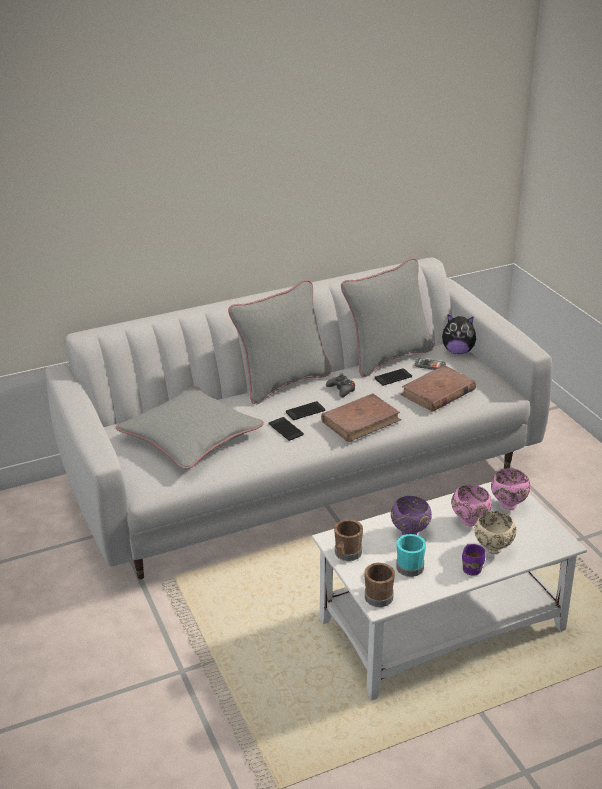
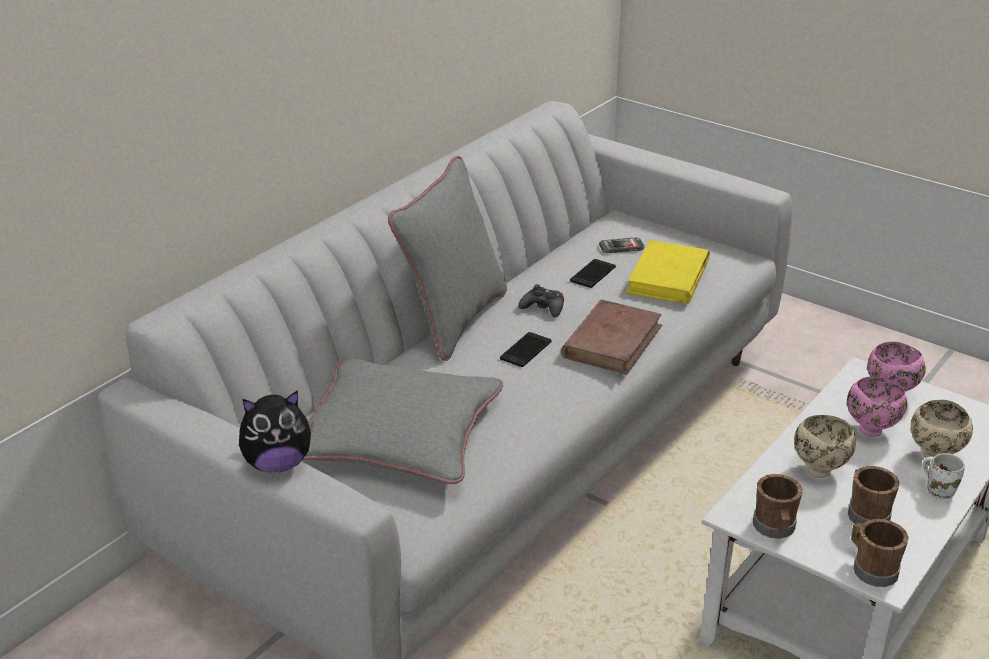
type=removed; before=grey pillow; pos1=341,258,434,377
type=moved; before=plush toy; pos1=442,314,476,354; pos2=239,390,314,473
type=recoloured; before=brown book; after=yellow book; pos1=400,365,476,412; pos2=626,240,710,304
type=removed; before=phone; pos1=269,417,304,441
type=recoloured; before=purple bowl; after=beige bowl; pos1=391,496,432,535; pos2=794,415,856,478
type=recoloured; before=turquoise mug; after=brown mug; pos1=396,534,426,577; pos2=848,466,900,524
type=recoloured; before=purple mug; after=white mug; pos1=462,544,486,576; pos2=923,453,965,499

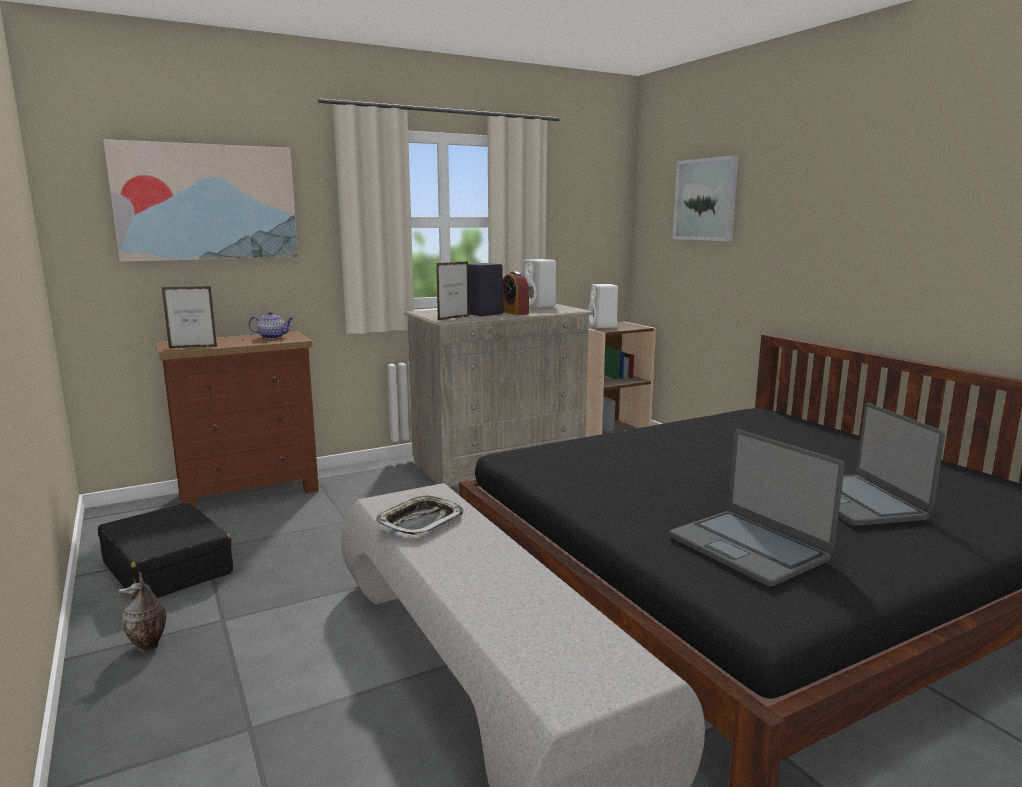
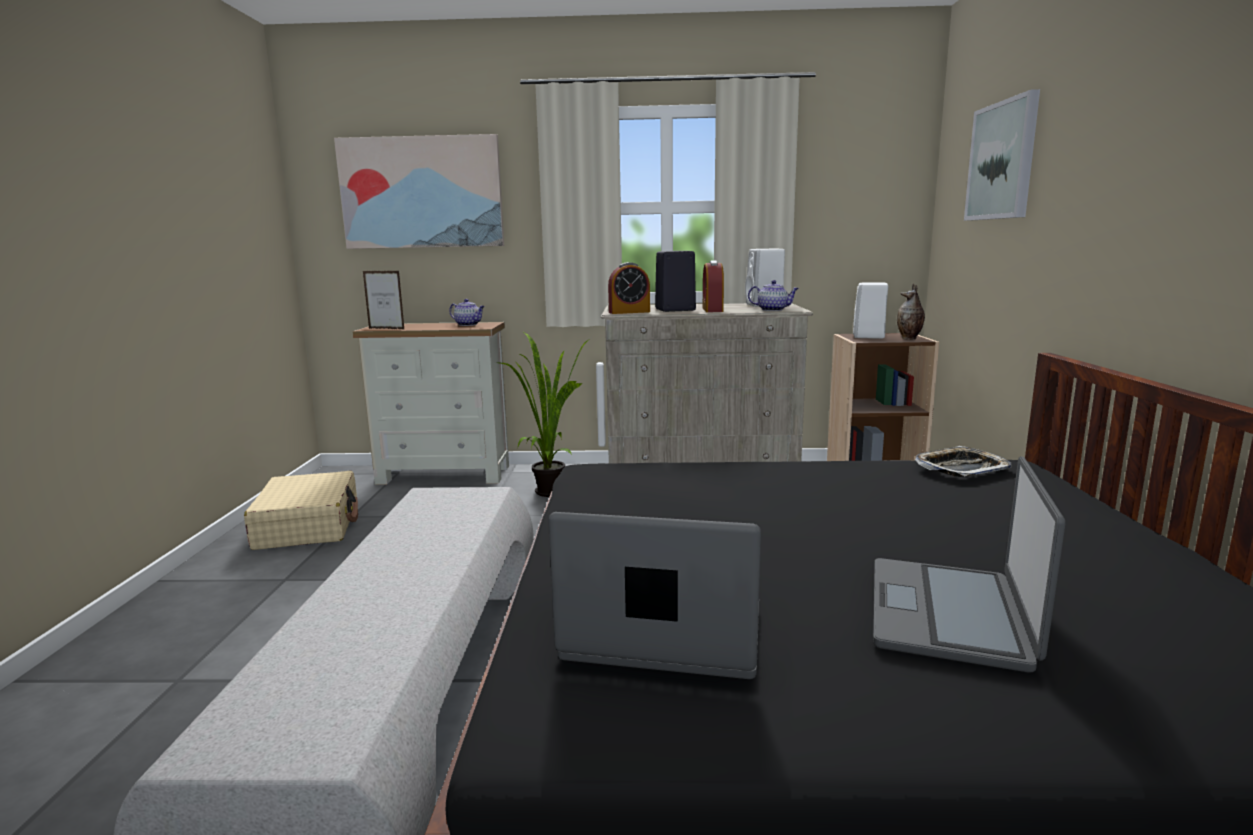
type=replaced; before=picture frame; after=alarm clock; pos1=436,261,469,320; pos2=608,262,650,314
type=recoloured; before=brown dresser; after=white dresser; pos1=156,332,319,509; pos2=352,322,509,485
type=turned; before=laptop; pos1=670,429,845,587; pos2=549,512,761,679; turn=105
type=moved; before=tray; pos1=376,495,463,536; pos2=915,446,1012,477
type=recoloured; before=black suitcase; after=beige suitcase; pos1=98,502,233,598; pos2=244,471,358,550
type=moved; before=vase; pos1=119,572,166,652; pos2=897,284,925,340
type=added; after=teapot; pos2=748,280,799,311
type=added; after=potted plant; pos2=500,332,590,497

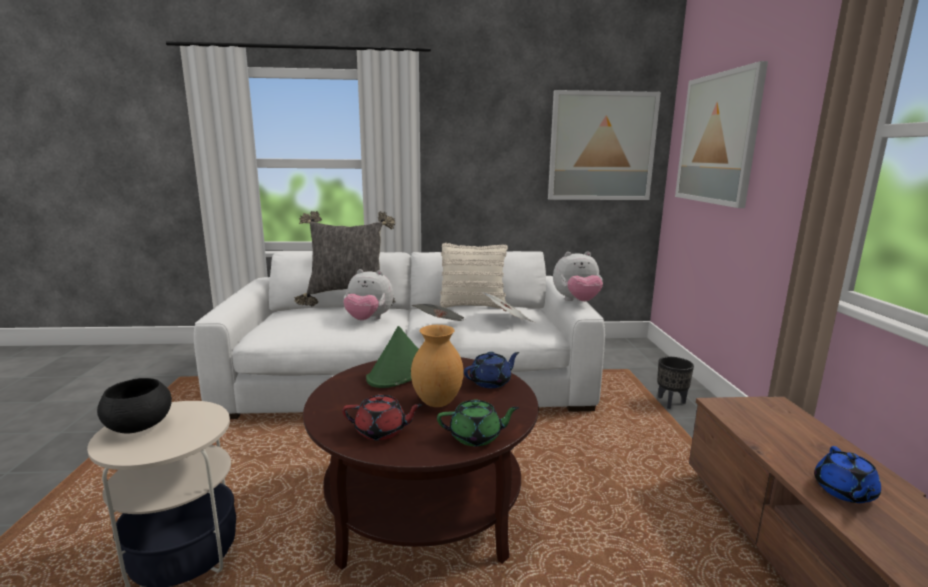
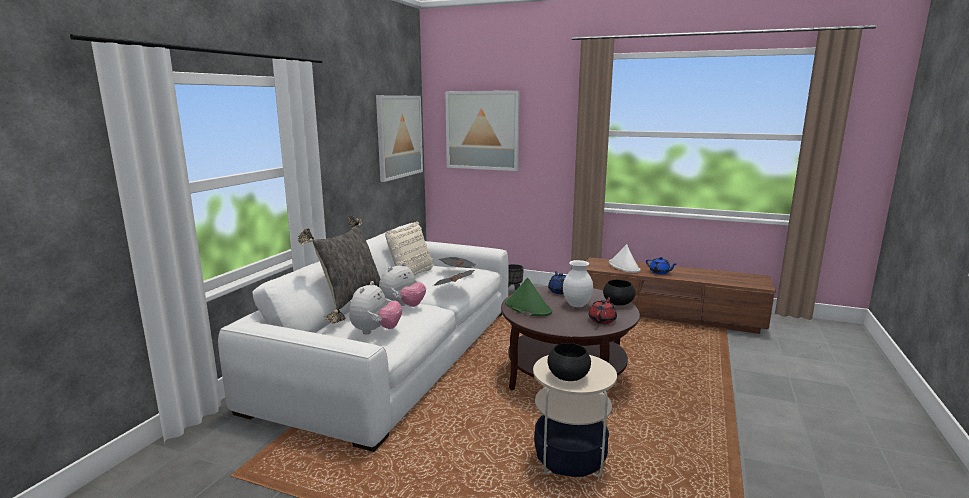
type=moved; before=plush toy; pos1=553,251,603,301; pos2=349,281,402,335
type=recoloured; before=brown vase; after=white vase; pos1=411,325,464,407; pos2=563,260,593,307
type=replaced; before=green teapot; after=black bowl; pos1=437,399,519,446; pos2=603,280,636,306
type=added; after=white hat; pos2=609,244,641,273

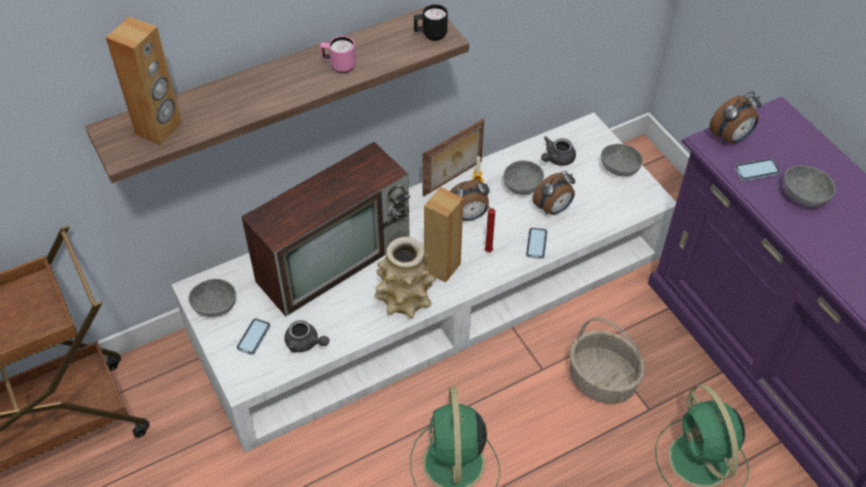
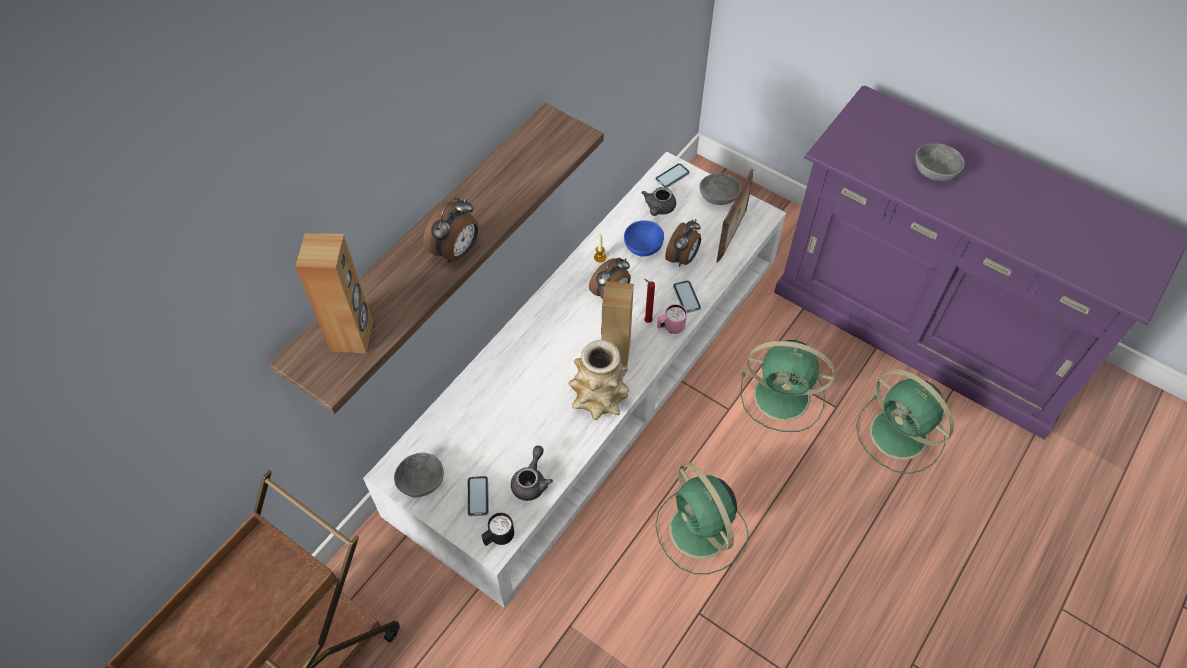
type=moved; before=black mug; pos1=414,4,448,41; pos2=482,513,514,546
type=moved; before=pink mug; pos1=320,36,356,73; pos2=657,304,687,334
type=moved; before=alarm clock; pos1=709,92,761,144; pos2=423,198,478,263
type=moved; before=picture frame; pos1=422,118,484,196; pos2=716,169,753,263
type=removed; before=television; pos1=241,142,410,317
type=moved; before=phone; pos1=735,158,780,181; pos2=655,163,690,188
type=recoloured; before=grey bowl; after=blue bowl; pos1=503,160,544,195; pos2=624,220,664,256
type=replaced; before=basket; after=green fan; pos1=570,317,645,404; pos2=741,340,835,432
type=turned; before=grey teapot; pos1=284,320,329,353; pos2=511,446,553,501; turn=-75

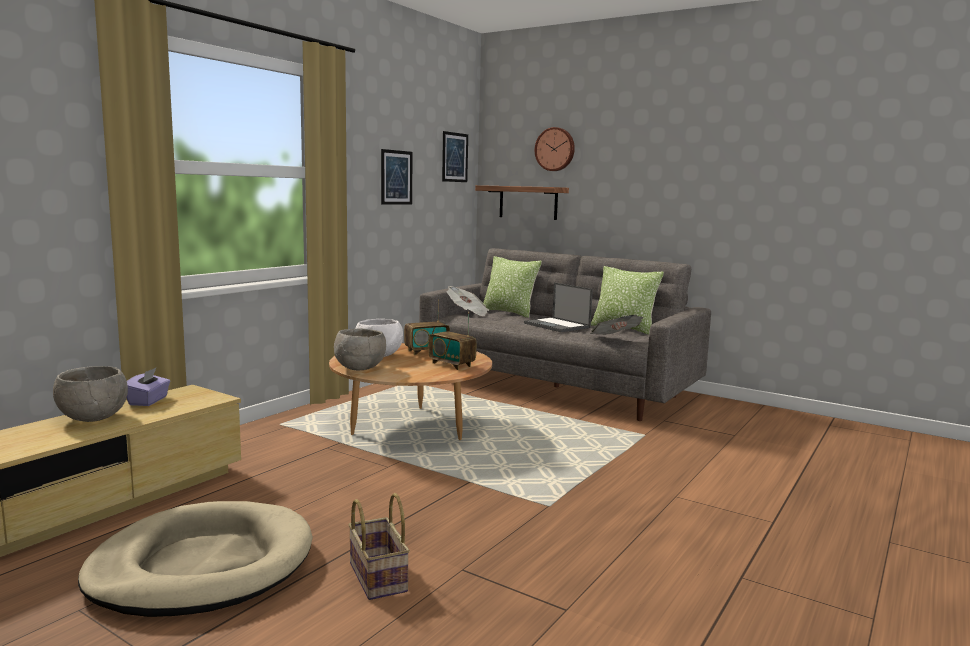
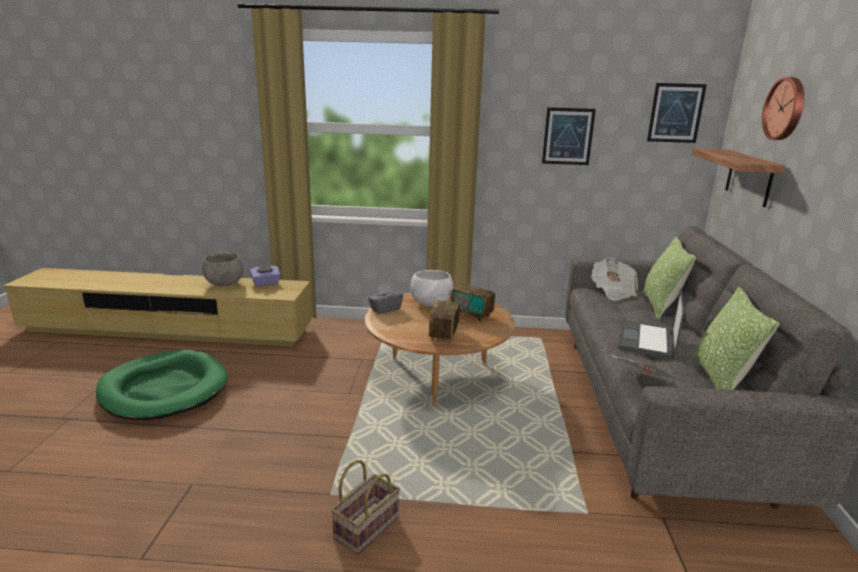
type=replaced; before=grey bowl; after=grey tissue box; pos1=334,329,386,370; pos2=368,285,403,314
type=moved; before=basket; pos1=348,493,410,600; pos2=331,460,400,555
type=recoloured; before=beige dog bed; after=green dog bed; pos1=78,501,313,617; pos2=96,350,228,420

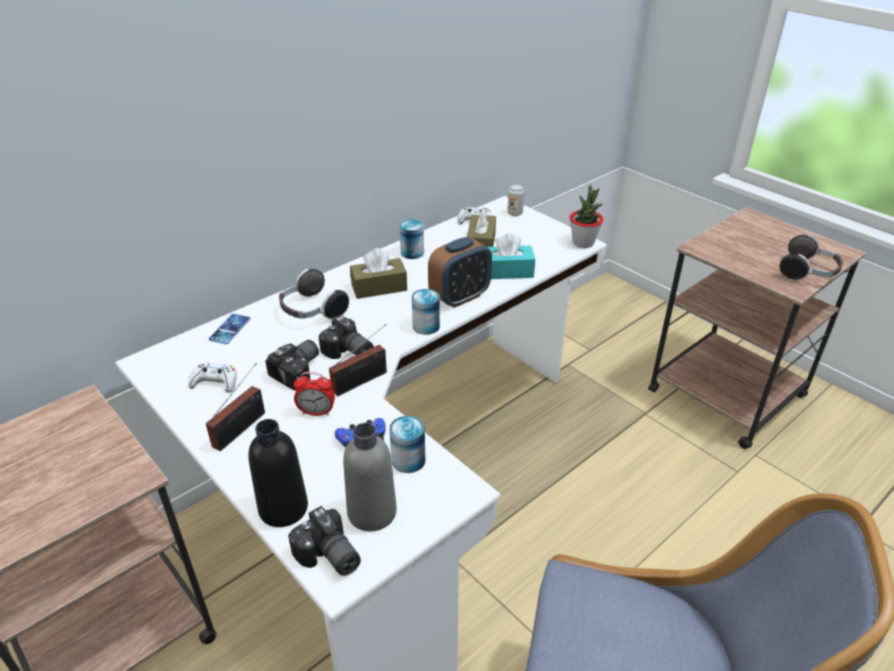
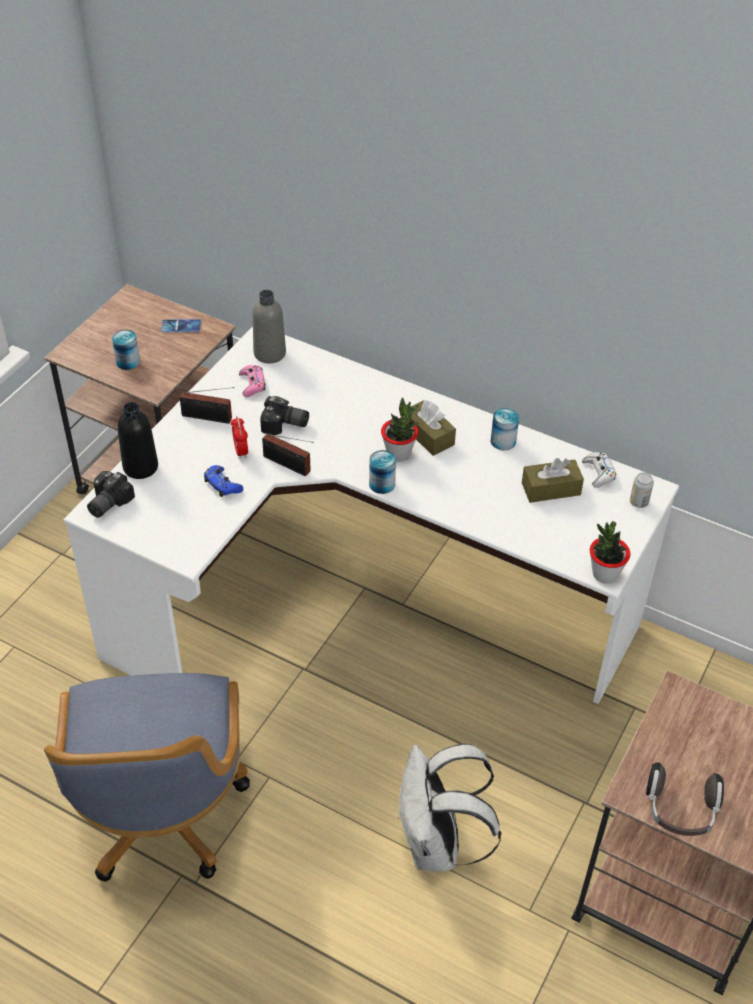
type=removed; before=turquoise tissue box; pos1=488,233,535,279
type=removed; before=alarm clock; pos1=428,237,492,308
type=removed; before=headphones; pos1=279,269,349,320
type=moved; before=phone; pos1=209,314,251,344; pos2=161,319,201,332
type=removed; before=photo camera; pos1=318,316,374,359
type=recoloured; before=white game controller; after=pink game controller; pos1=188,363,237,393; pos2=239,365,265,397
type=moved; before=can; pos1=390,416,425,473; pos2=112,330,140,370
type=moved; before=grey bottle; pos1=343,423,397,531; pos2=253,290,286,363
type=added; after=potted plant; pos2=381,397,419,462
type=added; after=white backpack; pos2=398,744,501,872

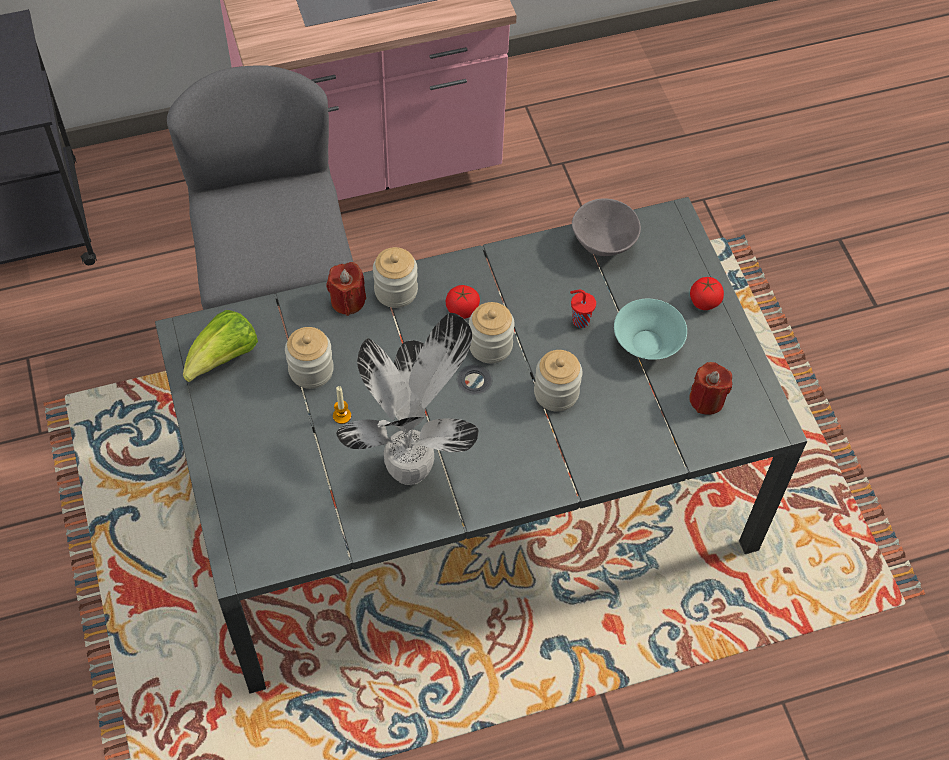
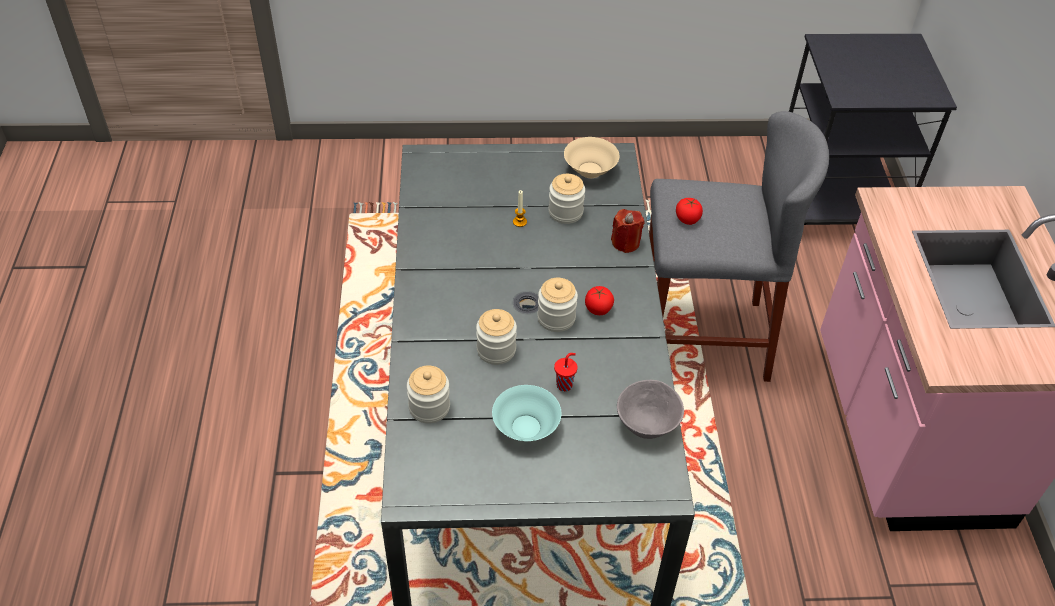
type=moved; before=jar; pos1=373,247,418,308; pos2=407,366,450,424
type=moved; before=tomato; pos1=690,277,724,310; pos2=676,198,703,225
type=replaced; before=lettuce; after=beige bowl; pos1=183,310,258,382; pos2=564,137,620,178
type=removed; before=potted plant; pos1=336,313,478,485
type=removed; before=red candle; pos1=689,362,732,415

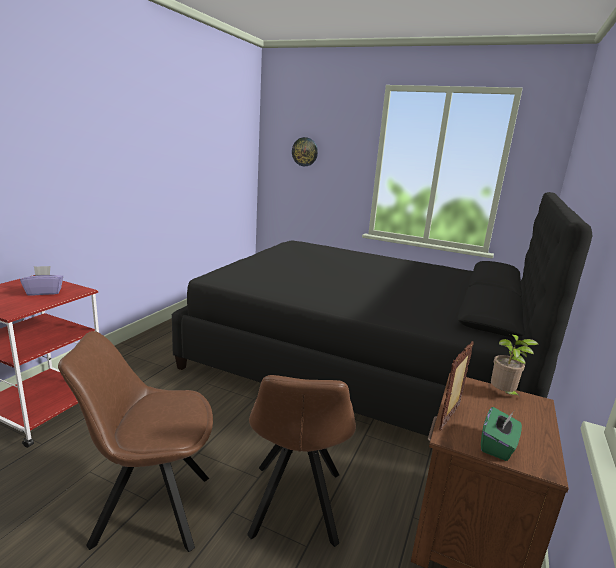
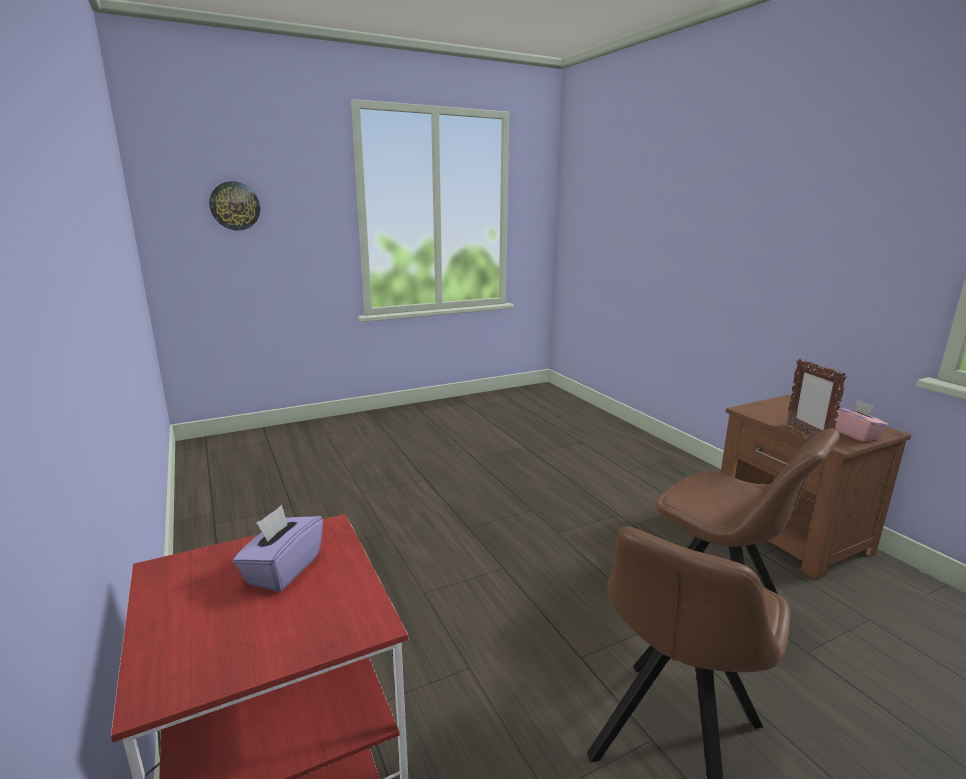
type=removed; before=black bed; pos1=172,192,592,436
type=removed; before=potted plant; pos1=491,334,539,397
type=recoloured; before=green tissue box; after=pink tissue box; pos1=481,407,522,461; pos2=834,400,888,442

